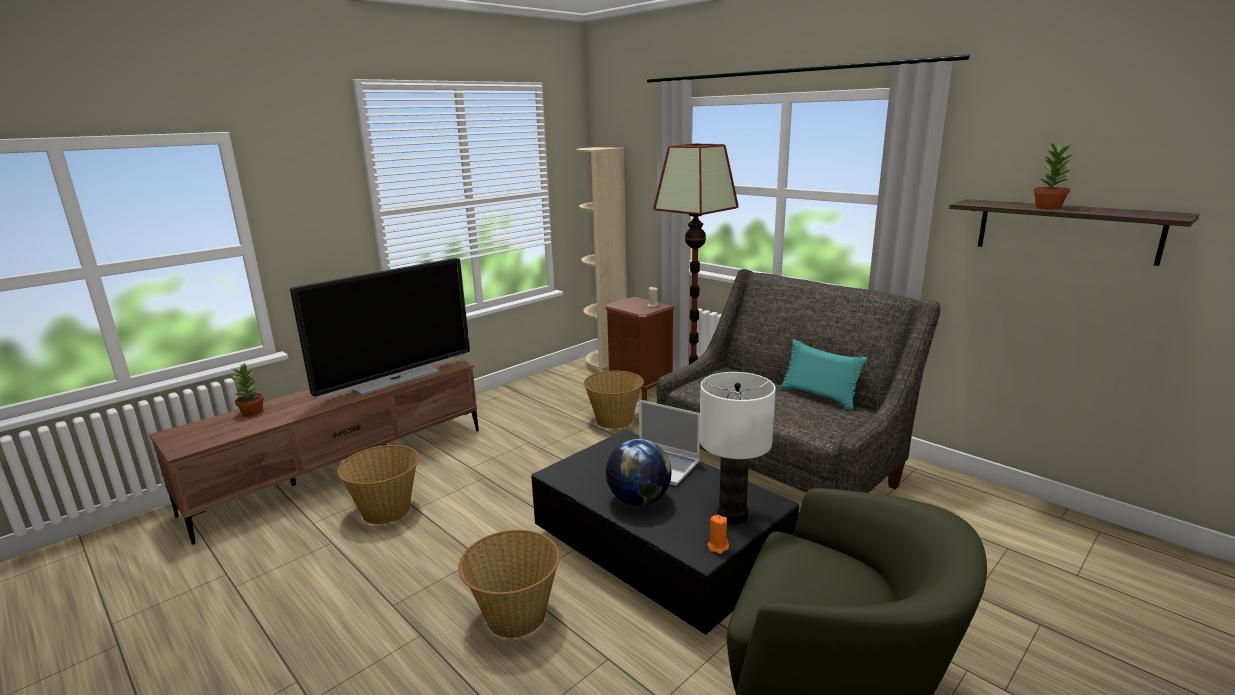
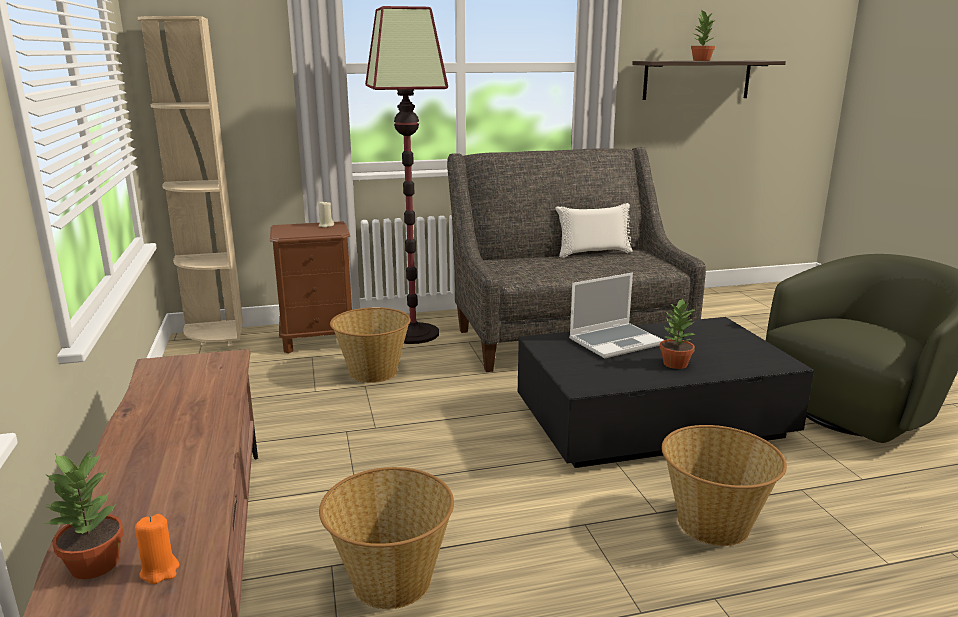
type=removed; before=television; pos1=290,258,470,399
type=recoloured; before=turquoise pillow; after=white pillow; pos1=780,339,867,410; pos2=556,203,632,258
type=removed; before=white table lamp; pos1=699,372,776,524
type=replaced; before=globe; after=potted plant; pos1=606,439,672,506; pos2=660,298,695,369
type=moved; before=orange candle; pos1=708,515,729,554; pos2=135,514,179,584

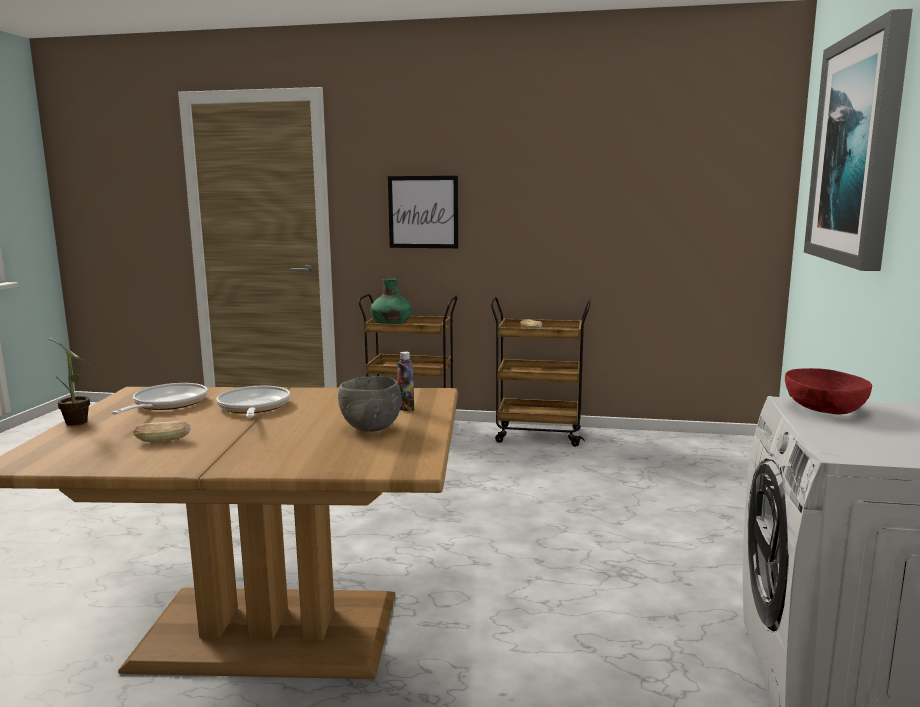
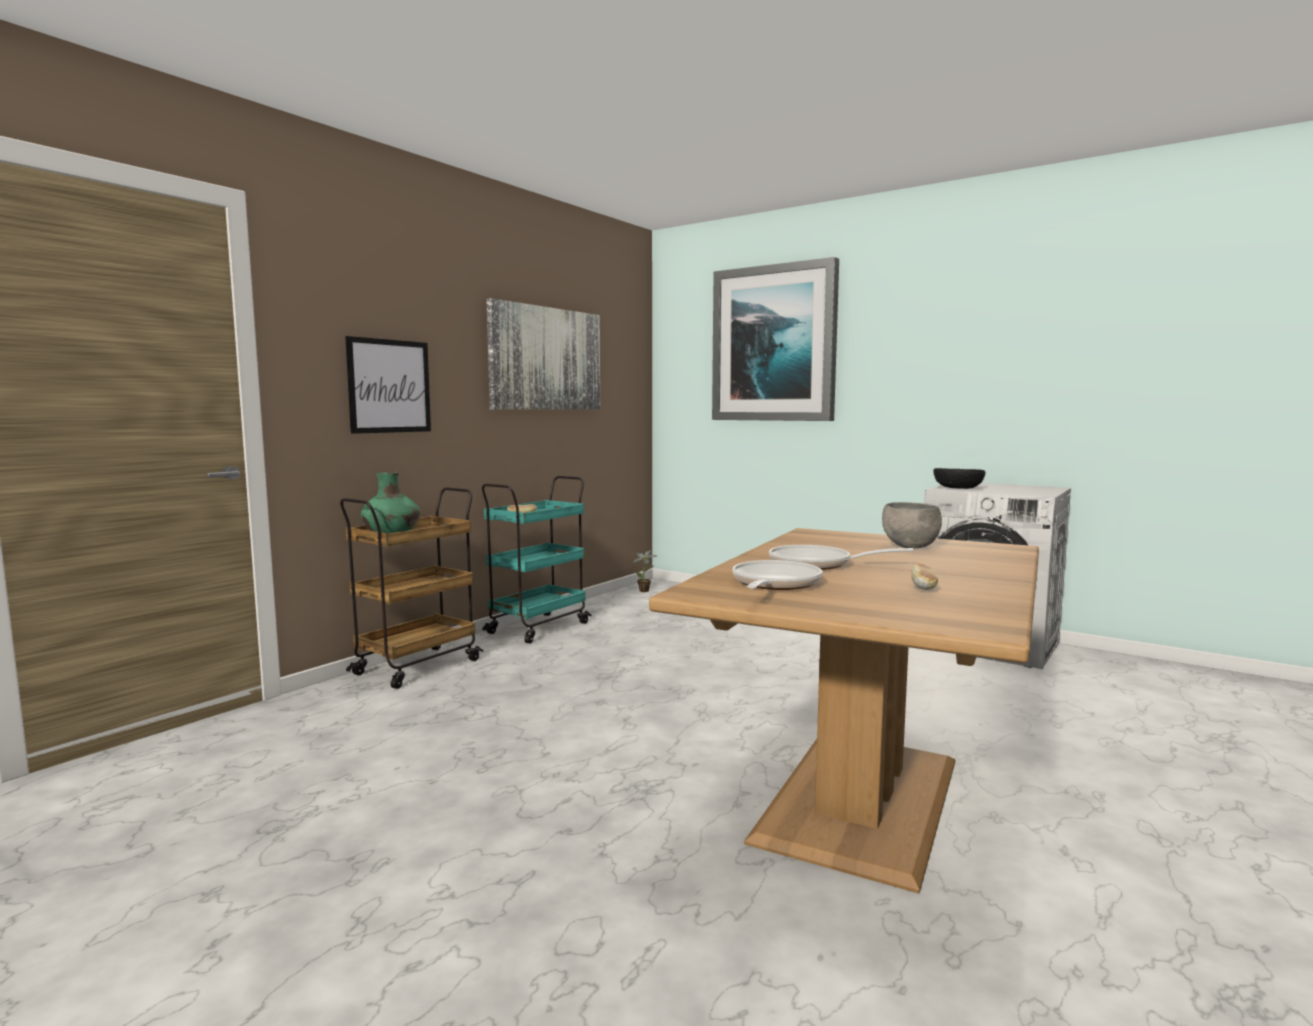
type=recoloured; before=brown cart; after=turquoise cart; pos1=491,297,591,447; pos2=482,476,592,644
type=moved; before=potted plant; pos1=48,337,90,426; pos2=633,550,657,592
type=removed; before=bottle; pos1=397,352,414,412
type=recoloured; before=red bowl; after=black bowl; pos1=785,368,872,415; pos2=933,468,985,489
type=turned; before=frying pan; pos1=112,383,208,415; pos2=732,560,822,590; turn=75
type=added; after=picture; pos2=486,298,600,409

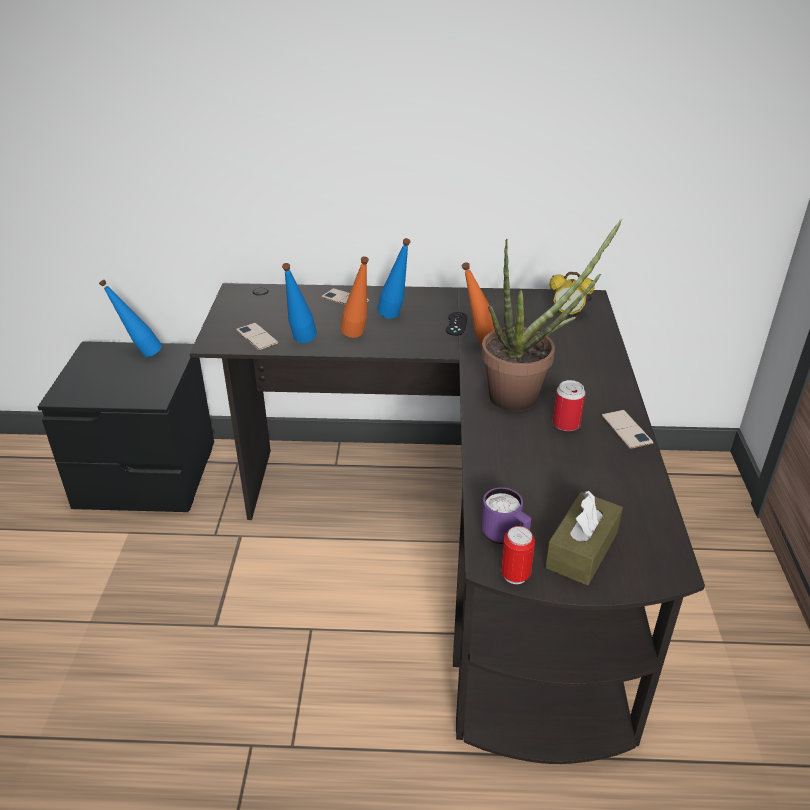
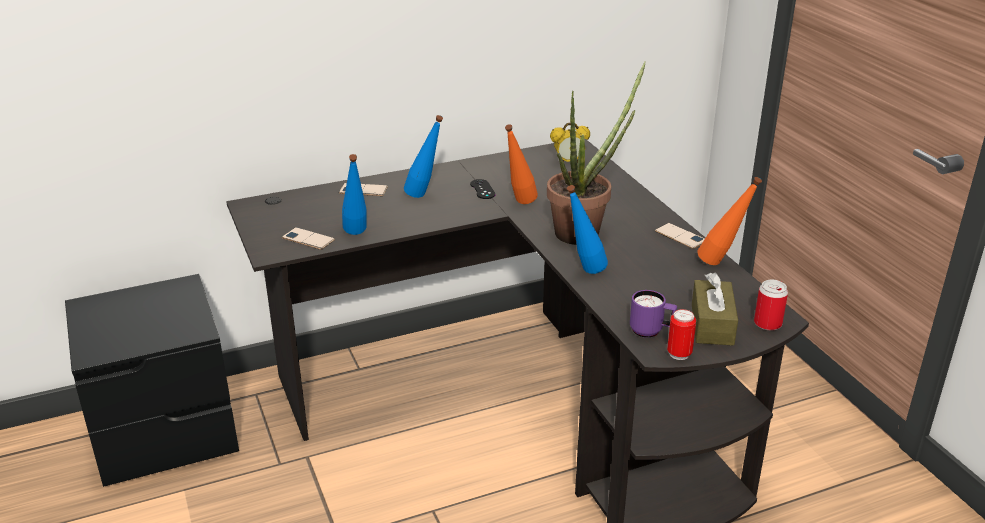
type=moved; before=orange bottle; pos1=341,256,369,338; pos2=697,177,762,265
type=moved; before=blue bottle; pos1=99,280,162,357; pos2=567,185,608,274
type=moved; before=can; pos1=553,380,586,431; pos2=754,280,788,330

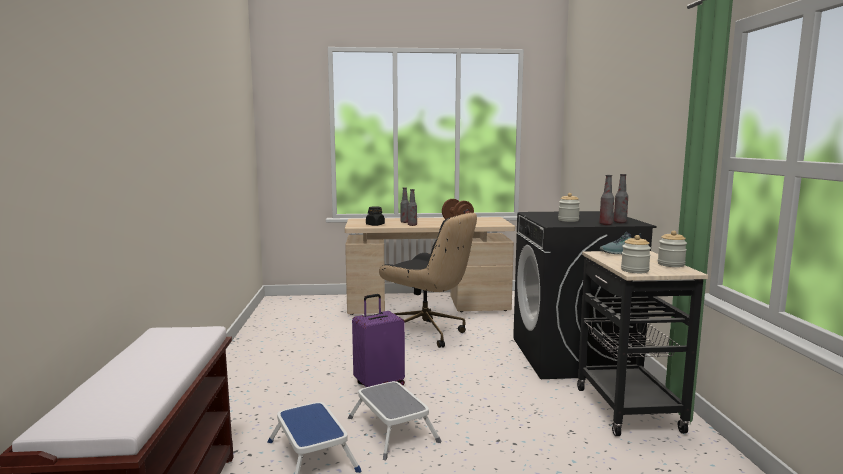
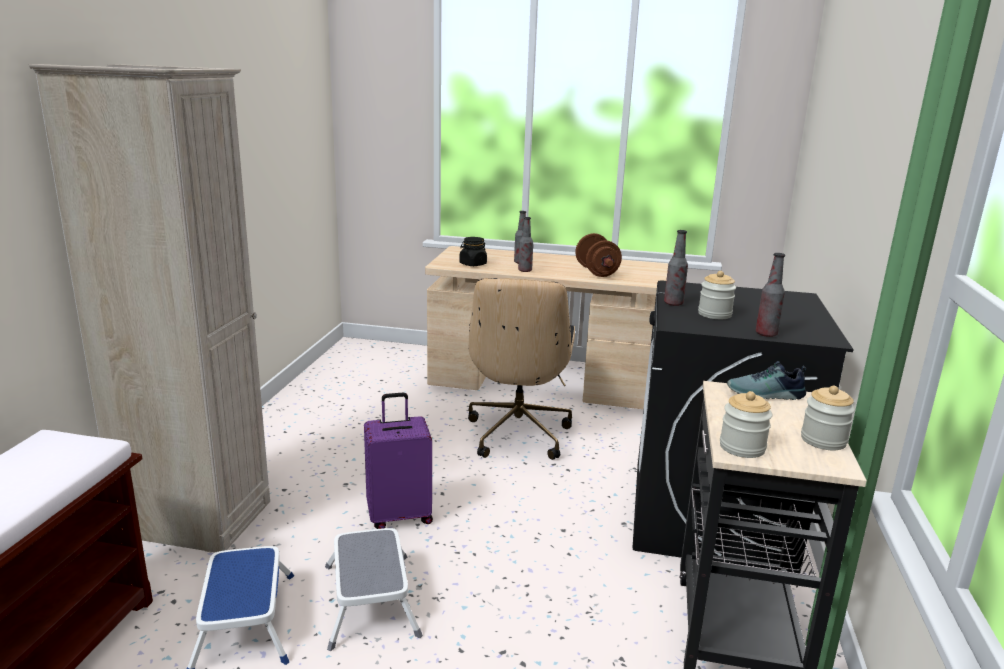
type=moved; before=bottle; pos1=614,174,628,223; pos2=664,230,688,306
type=turned; before=black office chair; pos1=379,213,477,348; pos2=468,278,575,460; turn=45
type=added; after=beige cabinet; pos2=29,64,270,553

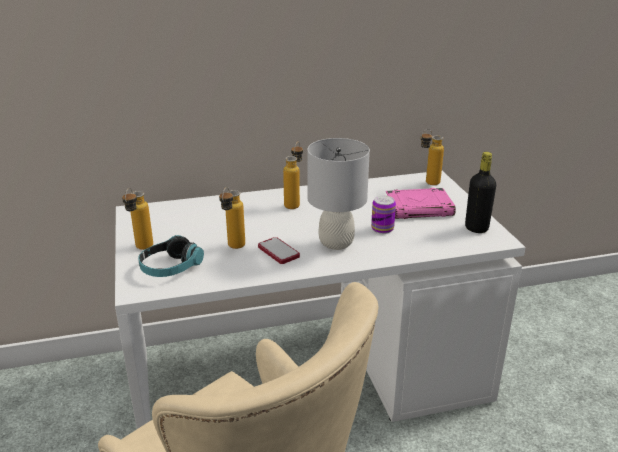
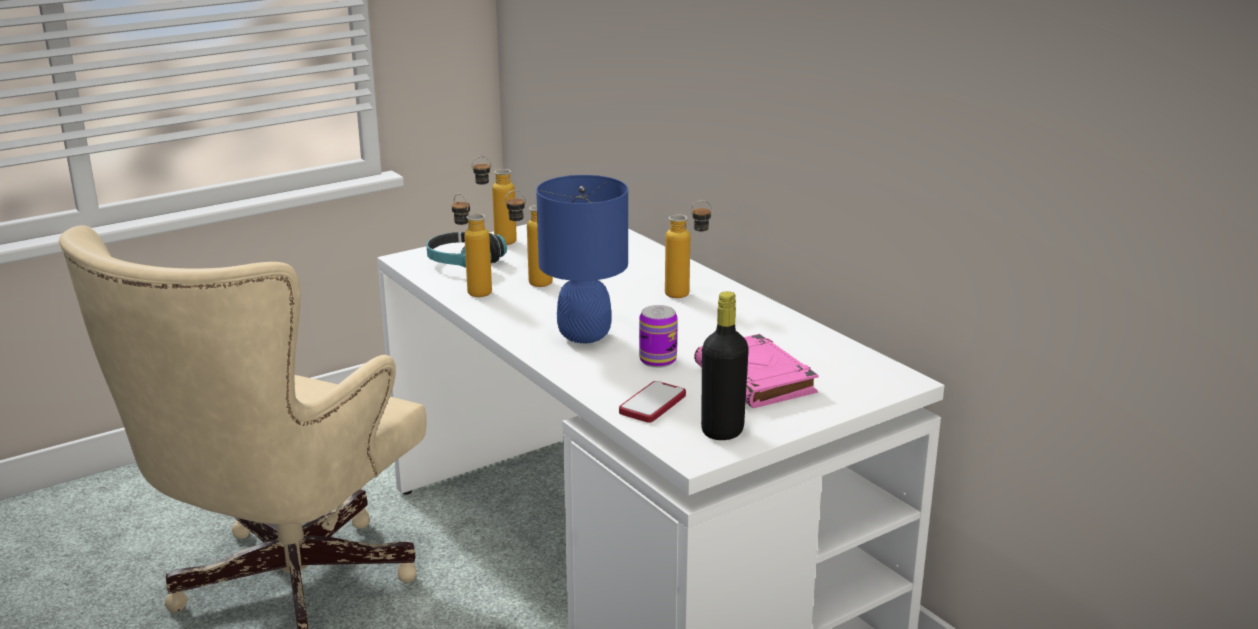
type=moved; before=bottle; pos1=421,129,444,185; pos2=452,193,492,297
type=recoloured; before=grey table lamp; after=blue table lamp; pos1=307,138,370,250; pos2=536,175,628,344
type=moved; before=phone; pos1=258,237,300,264; pos2=619,381,686,423

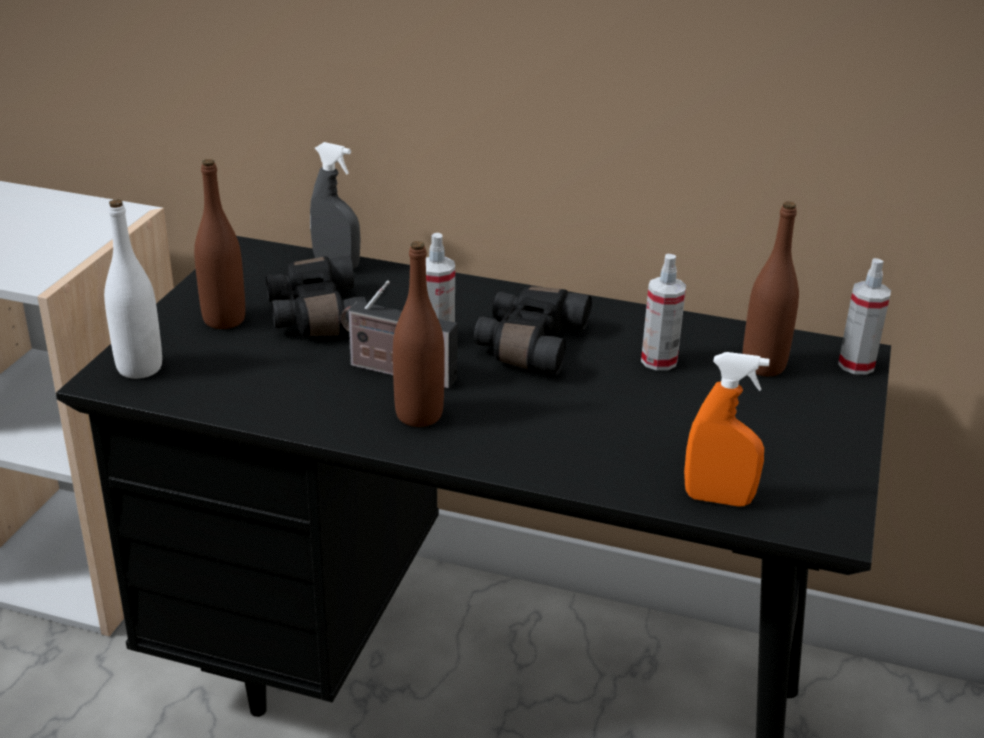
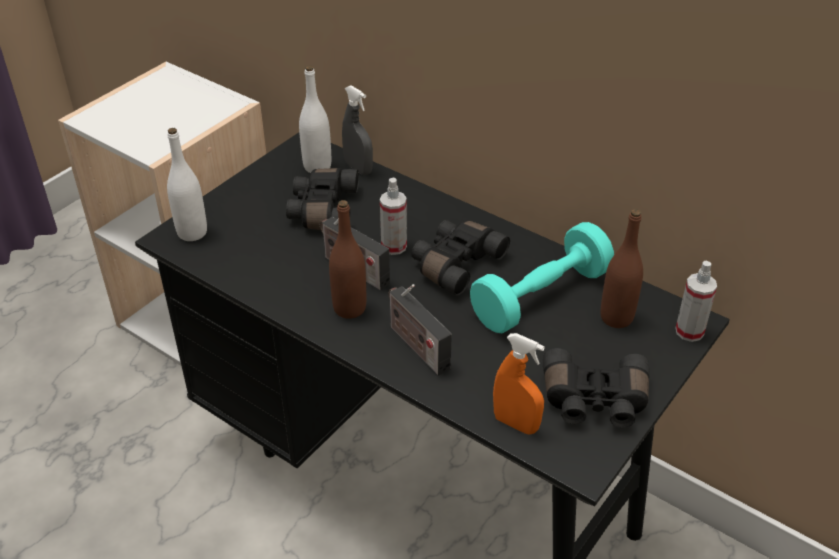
type=removed; before=brown bottle; pos1=194,159,245,329
type=replaced; before=spray bottle; after=turquoise dumbbell; pos1=641,254,686,371; pos2=470,222,614,334
type=added; after=white bottle; pos2=299,66,331,173
type=added; after=radio; pos2=388,284,452,376
type=added; after=black binoculars; pos2=543,348,650,428

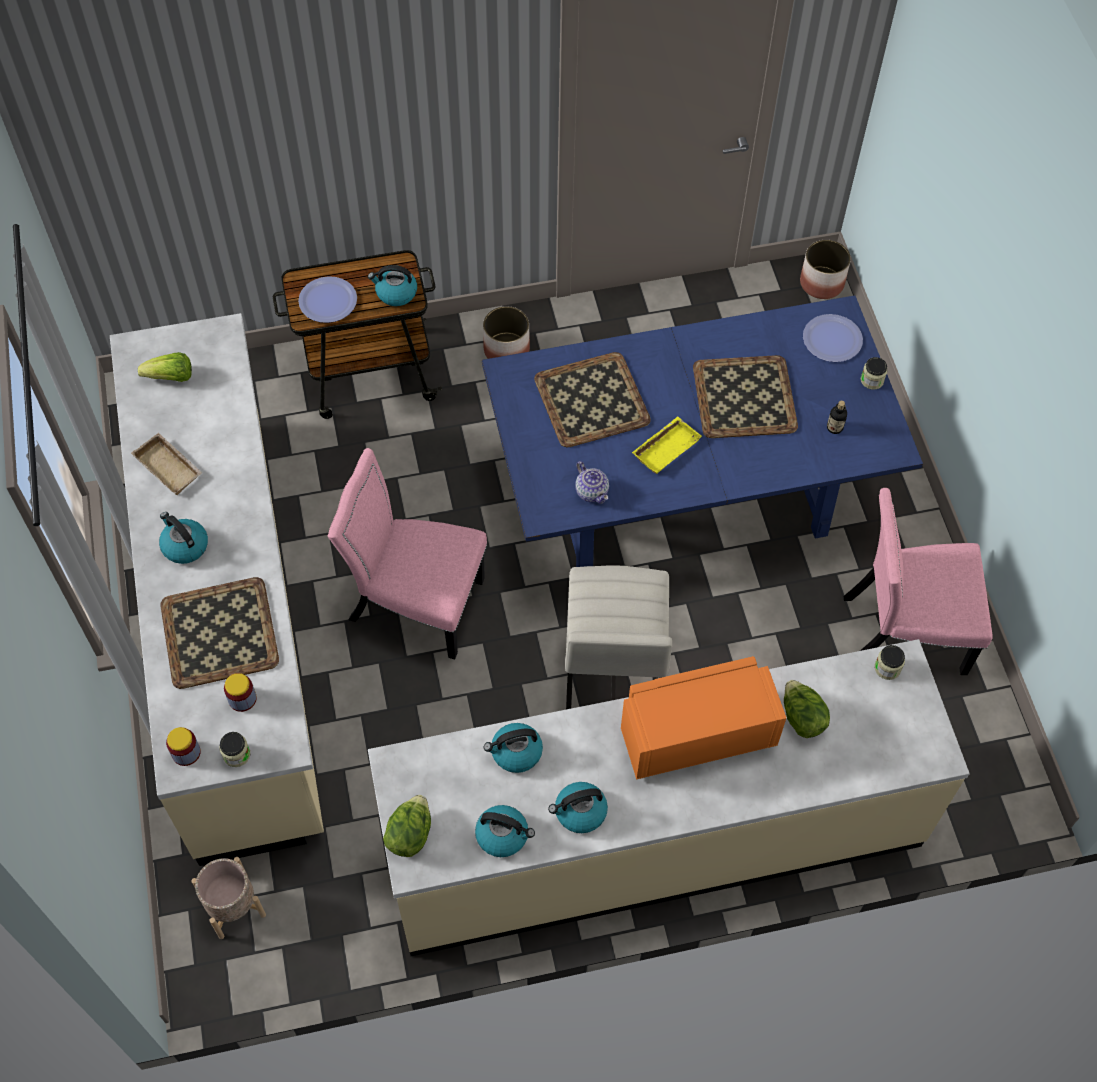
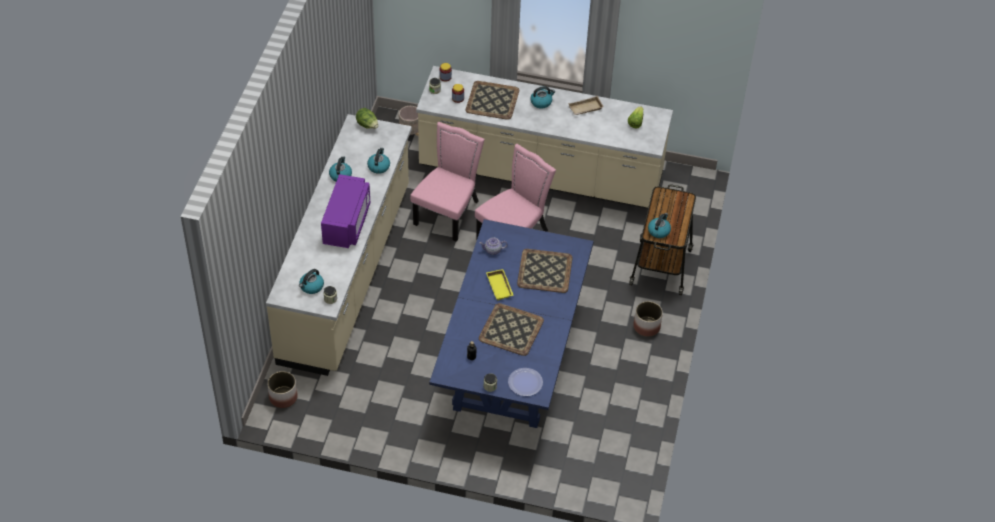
type=moved; before=planter; pos1=800,240,851,299; pos2=267,371,298,408
type=removed; before=plate; pos1=298,276,357,323
type=moved; before=pink chair; pos1=844,488,993,675; pos2=410,122,485,242
type=removed; before=beige stool; pos1=565,565,672,709
type=recoloured; before=orange microwave; after=purple microwave; pos1=621,656,786,779; pos2=321,174,370,248
type=removed; before=lettuce; pos1=784,680,830,738
type=moved; before=kettle; pos1=475,805,535,857; pos2=299,269,324,294

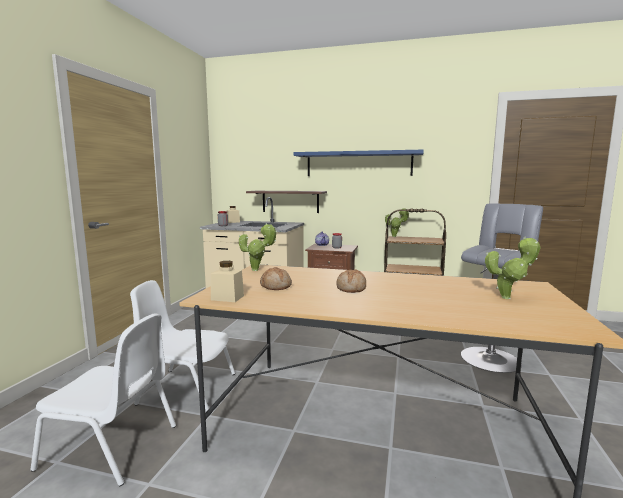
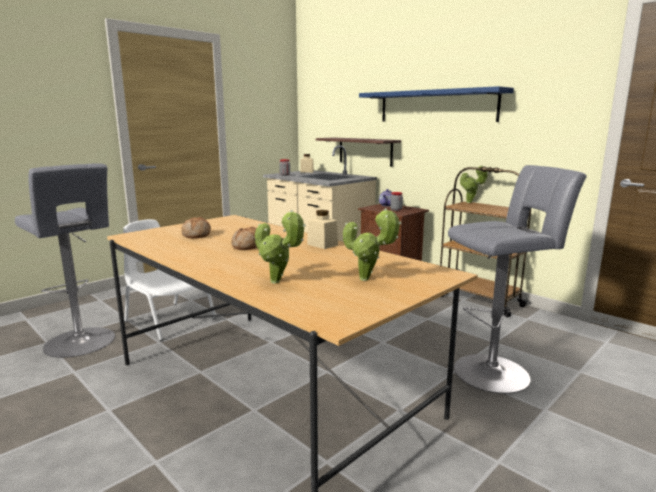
type=moved; before=potted plant; pos1=239,223,277,271; pos2=255,210,306,284
type=moved; before=beige jar; pos1=211,261,244,302; pos2=307,210,338,249
type=replaced; before=white chair; after=grey stool; pos1=30,313,176,486; pos2=15,164,115,358

